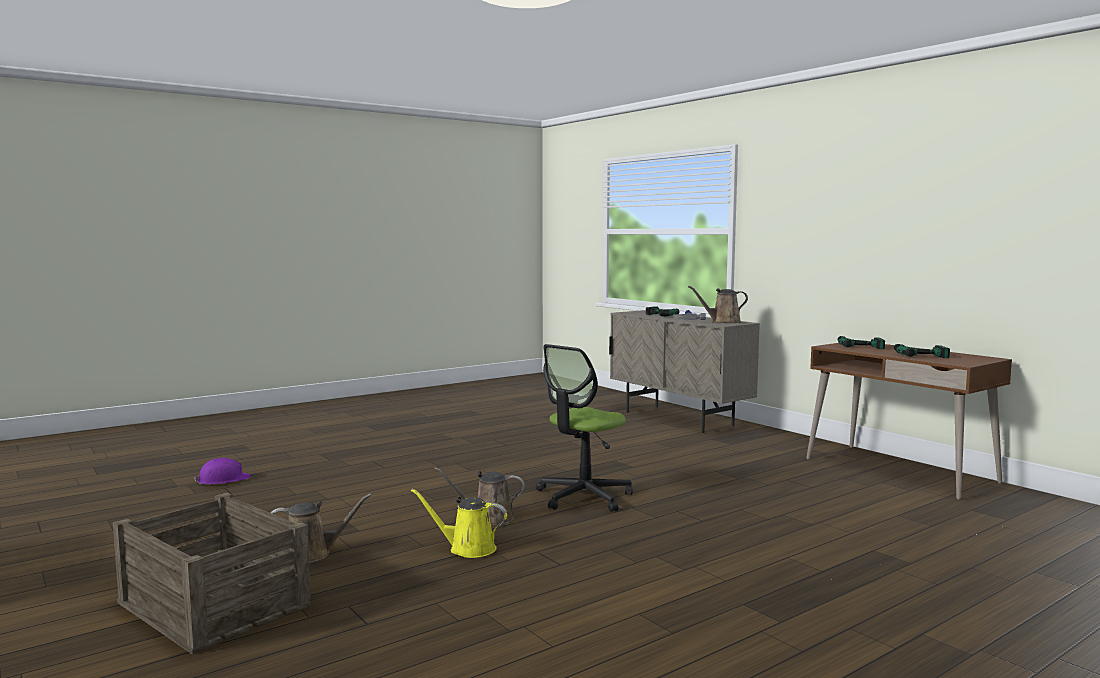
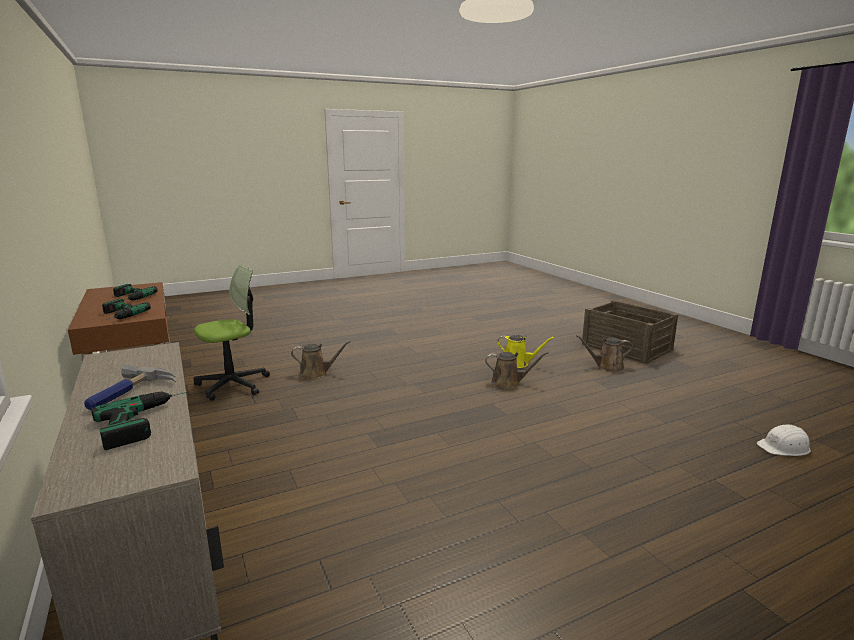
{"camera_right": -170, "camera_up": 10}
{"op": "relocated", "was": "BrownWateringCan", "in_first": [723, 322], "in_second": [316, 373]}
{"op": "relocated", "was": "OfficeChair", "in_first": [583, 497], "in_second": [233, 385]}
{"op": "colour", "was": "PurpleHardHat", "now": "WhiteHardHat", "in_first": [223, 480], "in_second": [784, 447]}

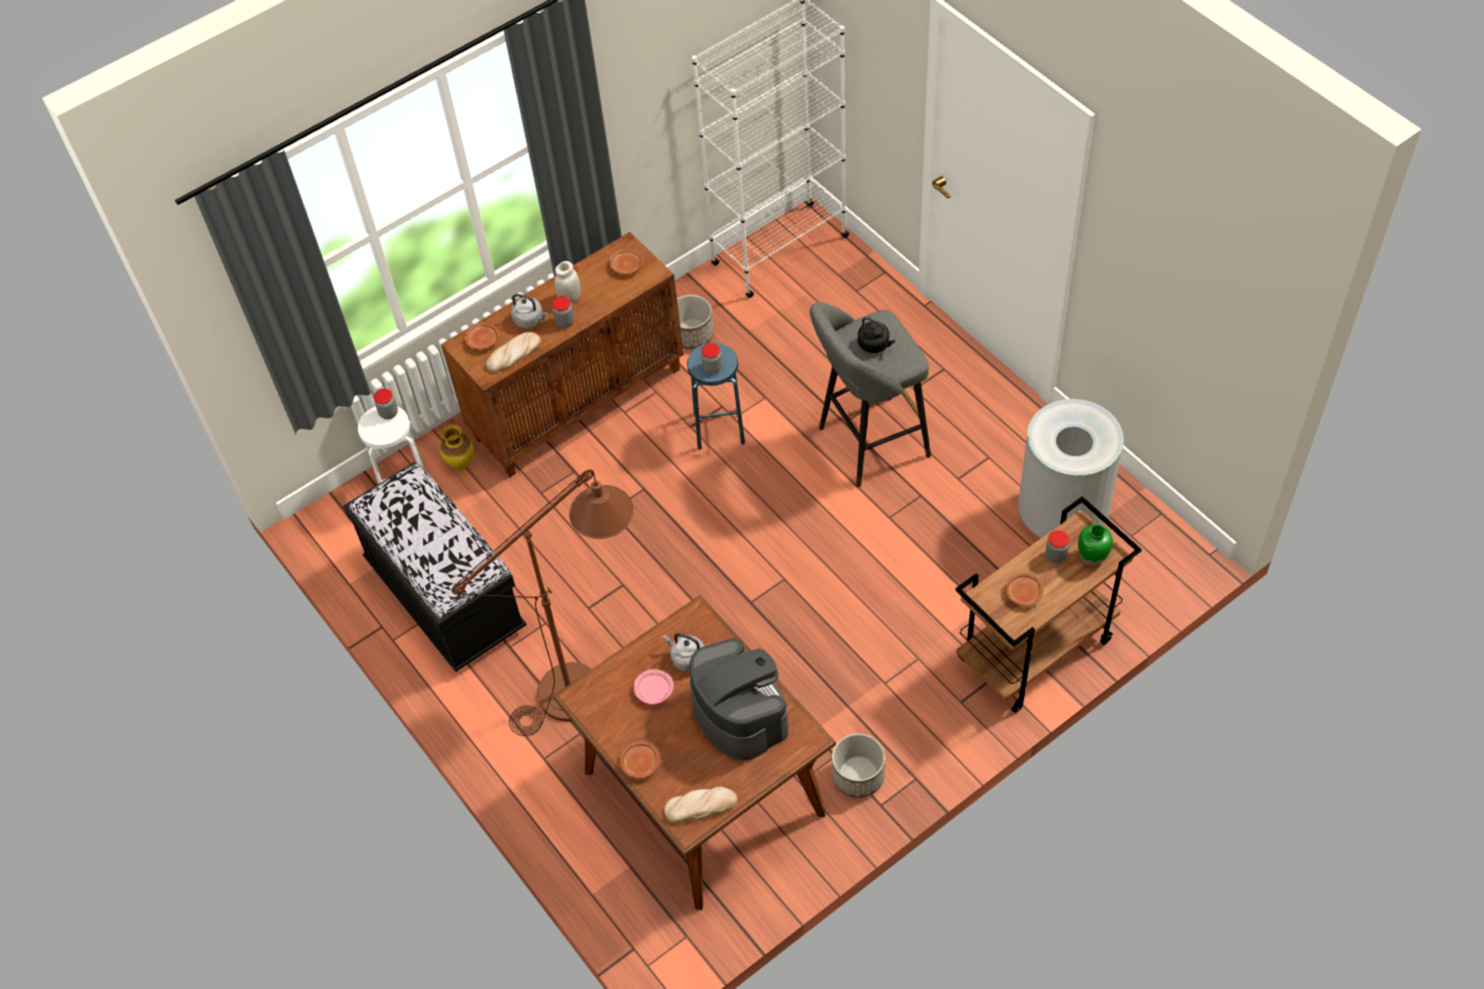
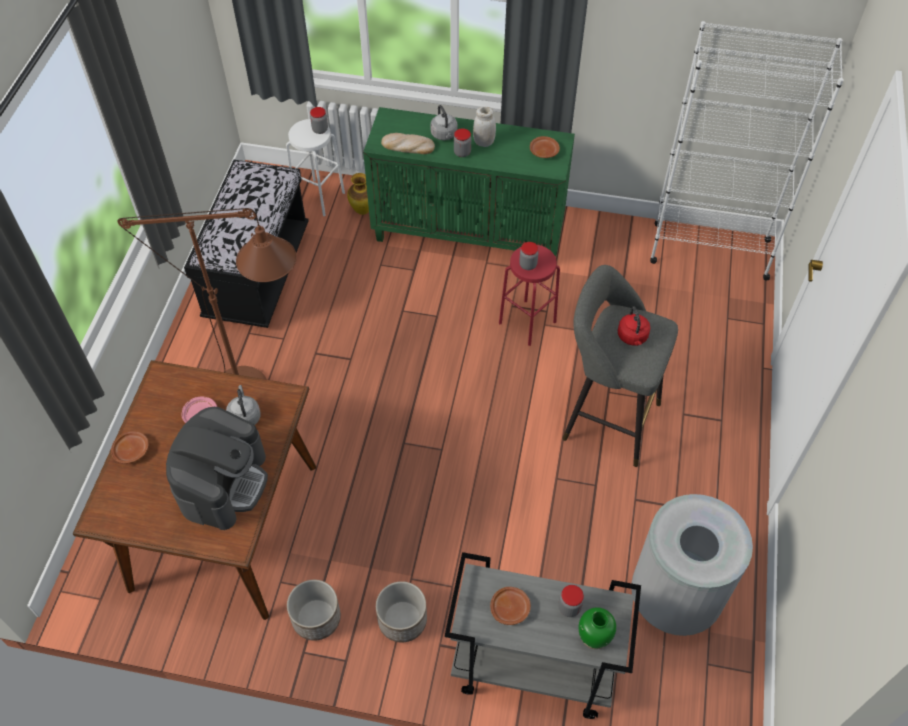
{"camera_right": 45, "camera_up": 0}
{"op": "colour", "was": "BrownCabinet", "now": "GreenCabinet", "in_first": [578, 402], "in_second": [469, 233]}
{"op": "relocated", "was": "Planter", "in_first": [691, 335], "in_second": [402, 620]}
{"op": "colour", "was": "BlackKettle", "now": "RedKettle", "in_first": [875, 345], "in_second": [632, 337]}
{"op": "missing", "was": "BrownPlate", "in_first": [483, 340]}
{"op": "colour", "was": "BlueStool", "now": "RedStool", "in_first": [719, 428], "in_second": [527, 322]}
{"op": "colour", "was": "BrownCart", "now": "GreyCart", "in_first": [1035, 652], "in_second": [531, 668]}
{"op": "missing", "was": "Bread", "in_first": [701, 806]}

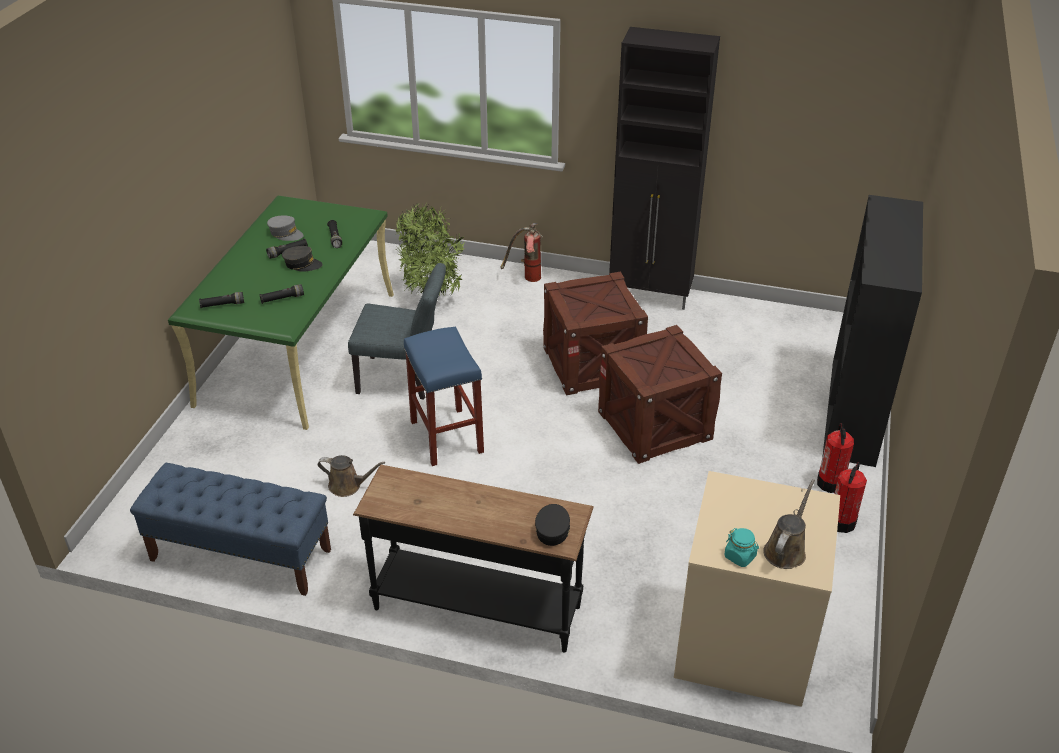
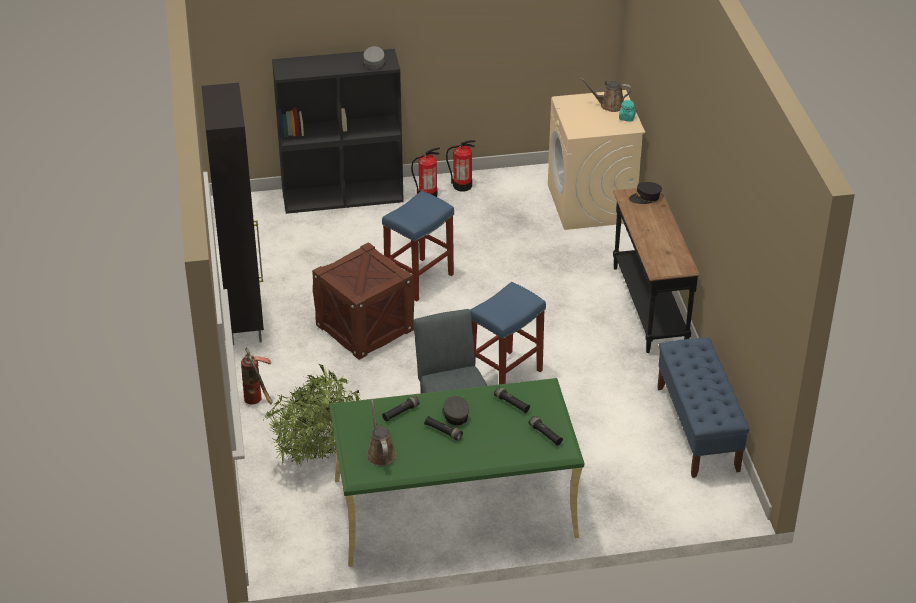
{"camera_right": -115, "camera_up": 0}
{"op": "relocated", "was": "GreyCap", "in_first": [286, 233], "in_second": [374, 62]}
{"op": "exchanged", "was": "Crate", "now": "BlueStool", "in_first": [654, 425], "in_second": [419, 278]}
{"op": "relocated", "was": "BrownWateringCan", "in_first": [348, 486], "in_second": [380, 453]}

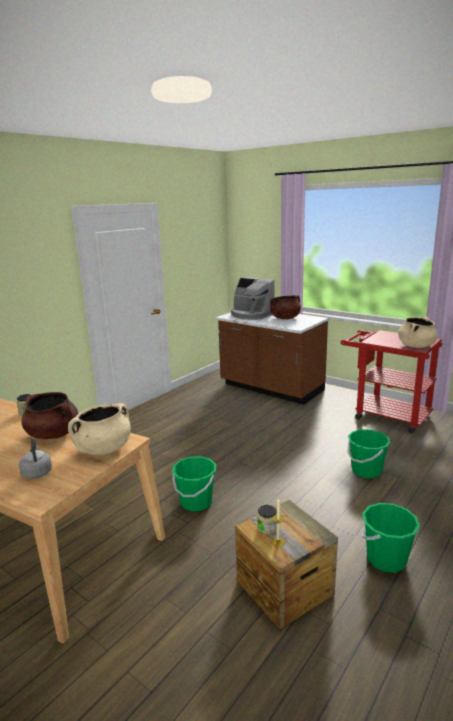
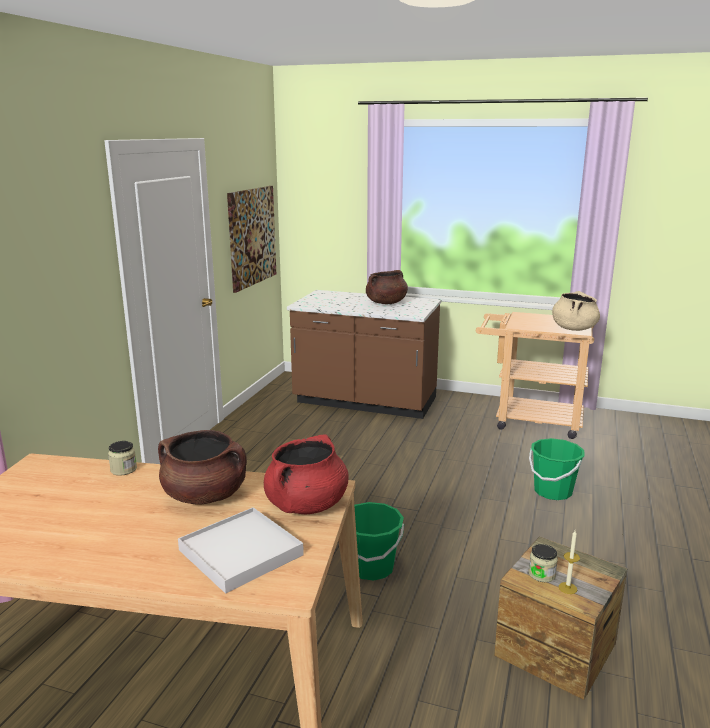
{"camera_right": -20, "camera_up": 0}
{"op": "missing", "was": "CoffeeMachine", "in_first": [251, 315]}
{"op": "colour", "was": "RedCart", "now": "BeigeCart", "in_first": [385, 415], "in_second": [529, 420]}
{"op": "colour", "was": "BeigeCookingPot", "now": "RedCookingPot", "in_first": [103, 449], "in_second": [306, 505]}
{"op": "exchanged", "was": "GreyKettle", "now": "WhiteTray", "in_first": [37, 472], "in_second": [240, 552]}
{"op": "missing", "was": "GreenBucket", "in_first": [386, 559]}
{"op": "appeared", "now": "Picture", "in_second": [252, 237]}

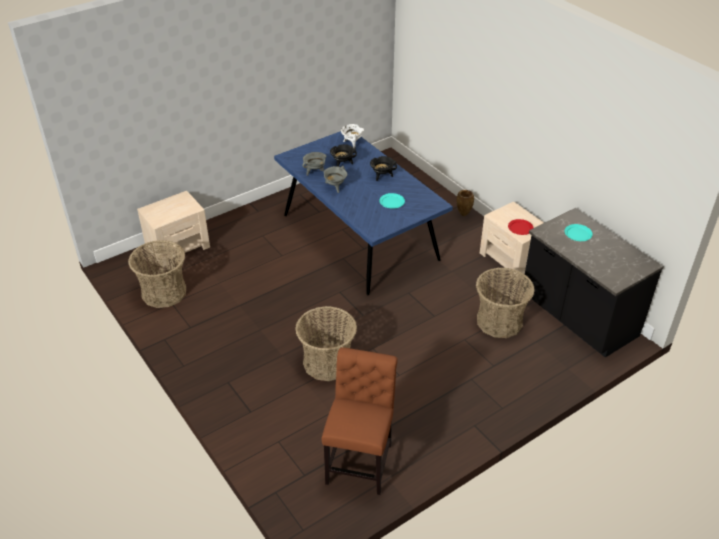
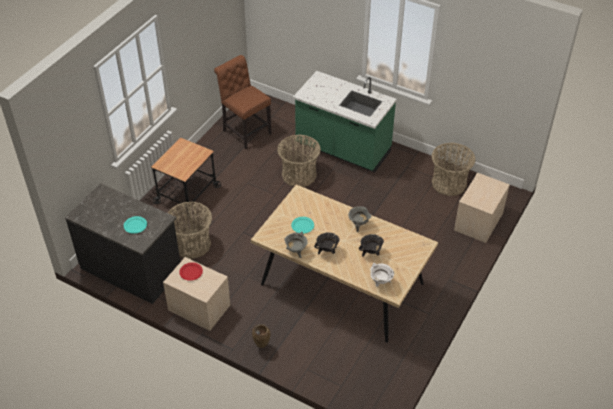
{"camera_right": 155, "camera_up": 5}
{"op": "colour", "was": "BlueDiningTable", "now": "BeigeDiningTable", "in_first": [359, 236], "in_second": [343, 284]}
{"op": "relocated", "was": "GreyCookingPot", "in_first": [315, 171], "in_second": [296, 251]}
{"op": "spun", "was": "BrownChair", "in_first": [360, 460], "in_second": [245, 131], "clockwise": 150}
{"op": "appeared", "now": "GreenCounter", "in_second": [342, 149]}
{"op": "appeared", "now": "Cart", "in_second": [187, 195]}

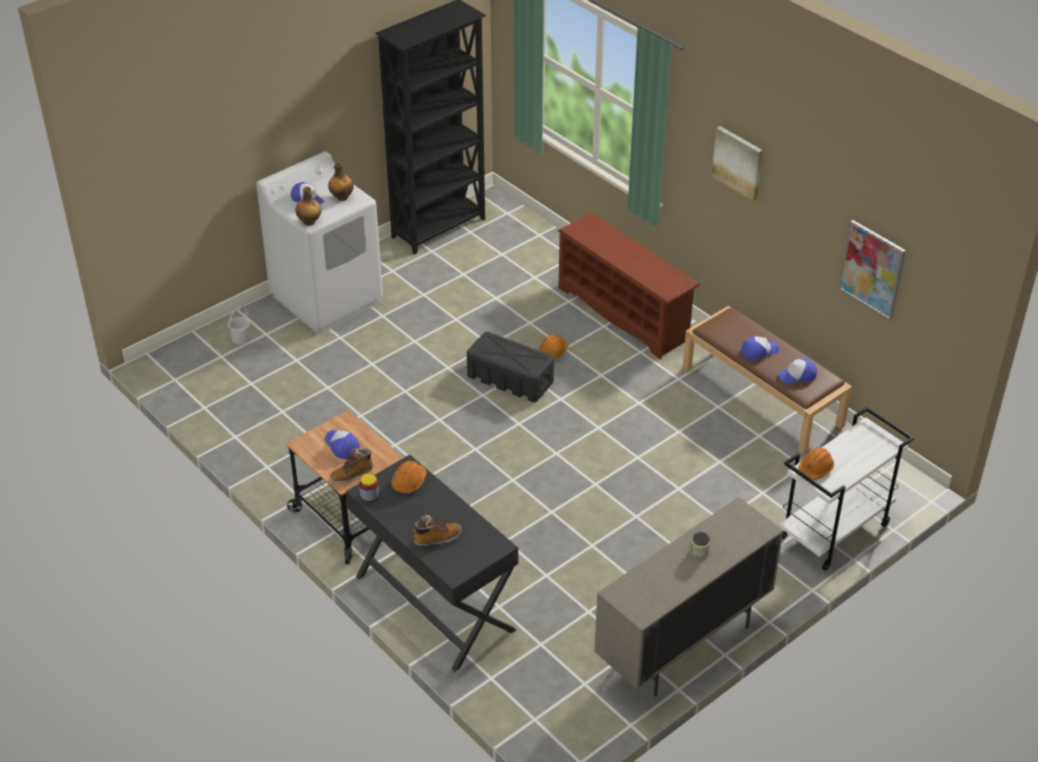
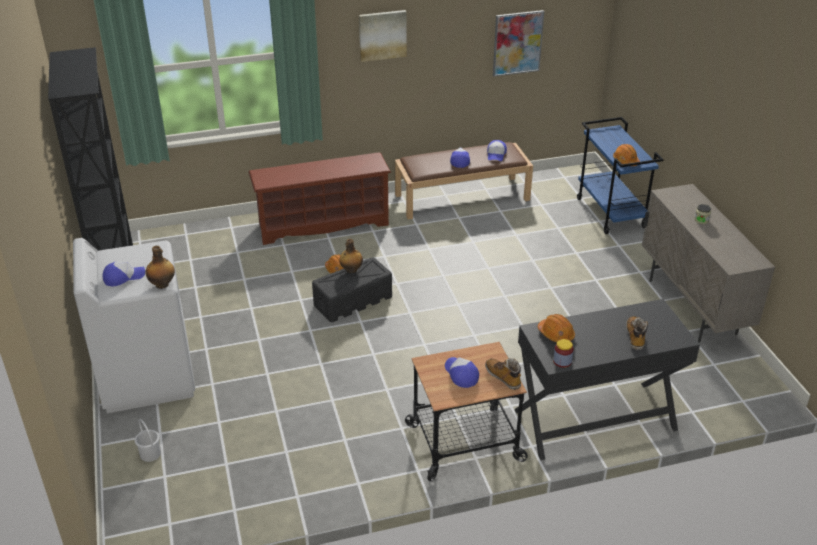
{"camera_right": -65, "camera_up": -5}
{"op": "relocated", "was": "Bottle", "in_first": [342, 197], "in_second": [351, 270]}
{"op": "colour", "was": "WhiteCart", "now": "BlueCart", "in_first": [834, 532], "in_second": [611, 213]}
{"op": "spun", "was": "Cap", "in_first": [342, 446], "in_second": [461, 374], "clockwise": 75}
{"op": "spun", "was": "Boot", "in_first": [352, 474], "in_second": [503, 377], "clockwise": 150}

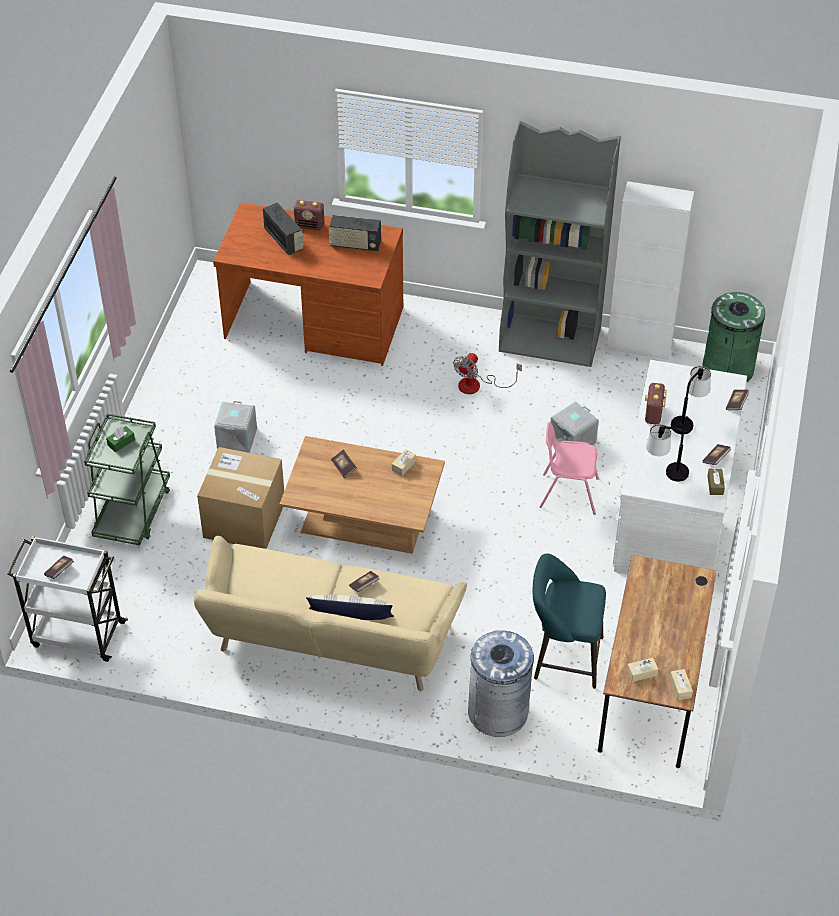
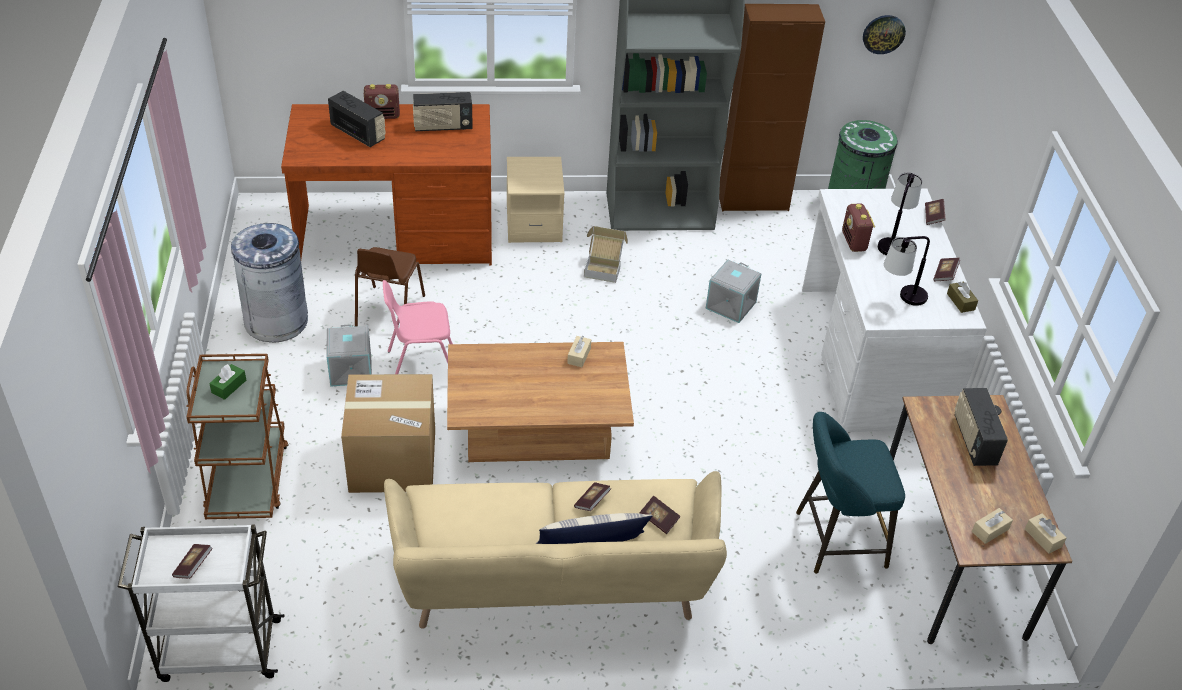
{"camera_right": -20, "camera_up": -5}
{"op": "colour", "was": "WhiteCabinet", "now": "BrownCabinet", "in_first": [639, 345], "in_second": [753, 202]}
{"op": "exchanged", "was": "Fan", "now": "CardboardBox", "in_first": [477, 385], "in_second": [603, 267]}
{"op": "colour", "was": "GreenCart", "now": "BrownCart", "in_first": [133, 512], "in_second": [248, 480]}
{"op": "relocated", "was": "PinkChair", "in_first": [568, 493], "in_second": [421, 366]}
{"op": "relocated", "was": "Book", "in_first": [343, 467], "in_second": [659, 519]}
{"op": "relocated", "was": "GreyTrashCan", "in_first": [498, 711], "in_second": [277, 321]}
{"op": "appeared", "now": "WallClock", "in_second": [883, 34]}
{"op": "appeared", "now": "BeigeNightstand", "in_second": [534, 224]}
{"op": "appeared", "now": "BrownChair", "in_second": [388, 311]}
{"op": "appeared", "now": "Radio", "in_second": [973, 440]}

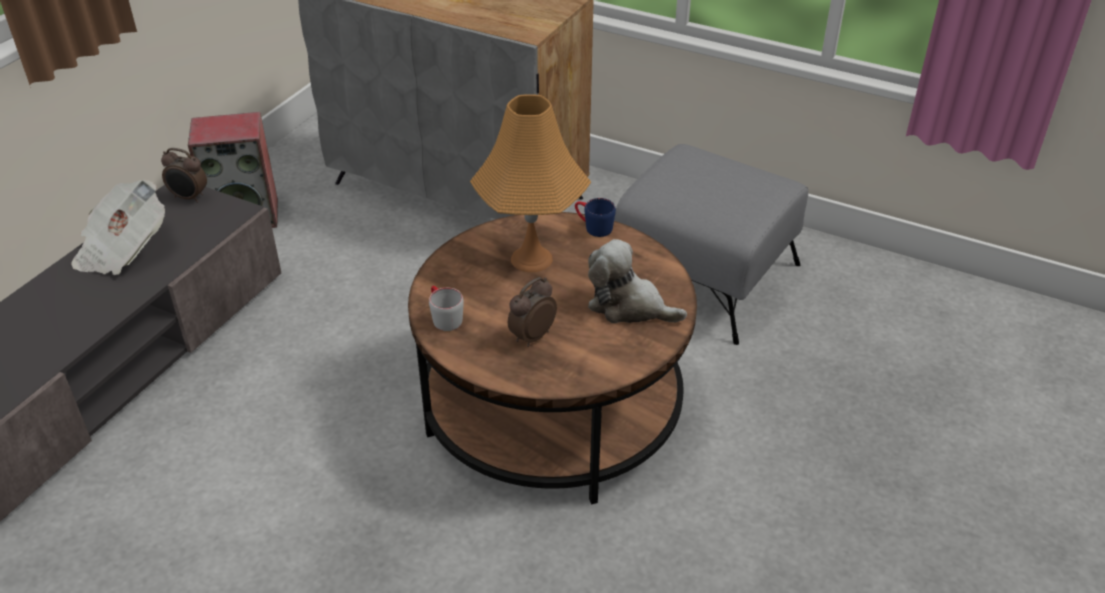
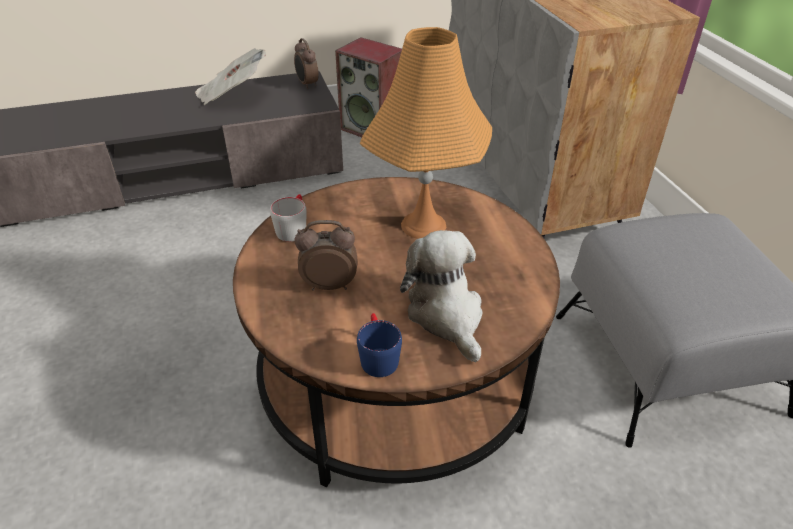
{"camera_right": 45, "camera_up": 0}
{"op": "relocated", "was": "BlueMug", "in_first": [593, 227], "in_second": [377, 355]}

